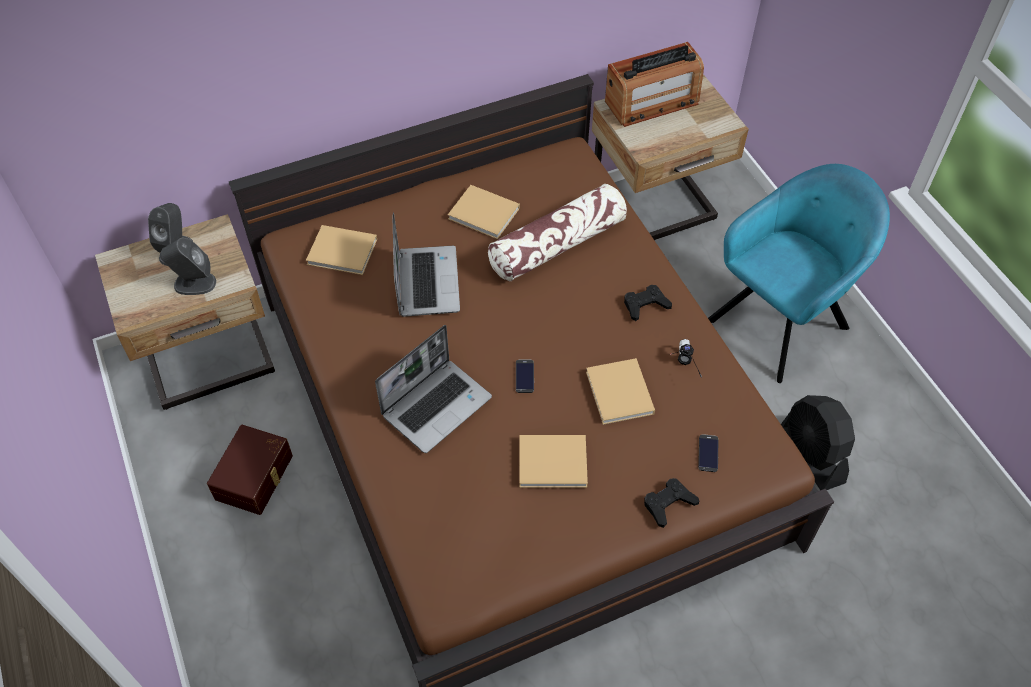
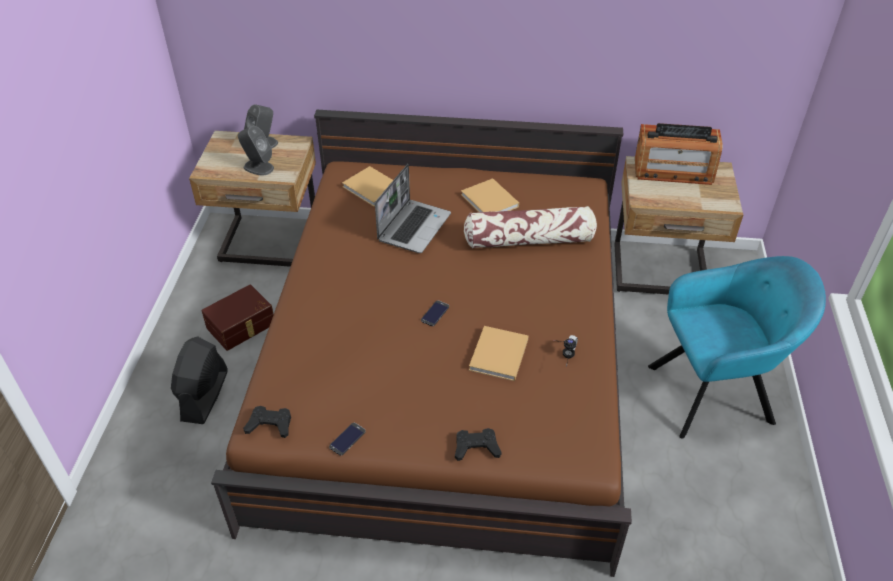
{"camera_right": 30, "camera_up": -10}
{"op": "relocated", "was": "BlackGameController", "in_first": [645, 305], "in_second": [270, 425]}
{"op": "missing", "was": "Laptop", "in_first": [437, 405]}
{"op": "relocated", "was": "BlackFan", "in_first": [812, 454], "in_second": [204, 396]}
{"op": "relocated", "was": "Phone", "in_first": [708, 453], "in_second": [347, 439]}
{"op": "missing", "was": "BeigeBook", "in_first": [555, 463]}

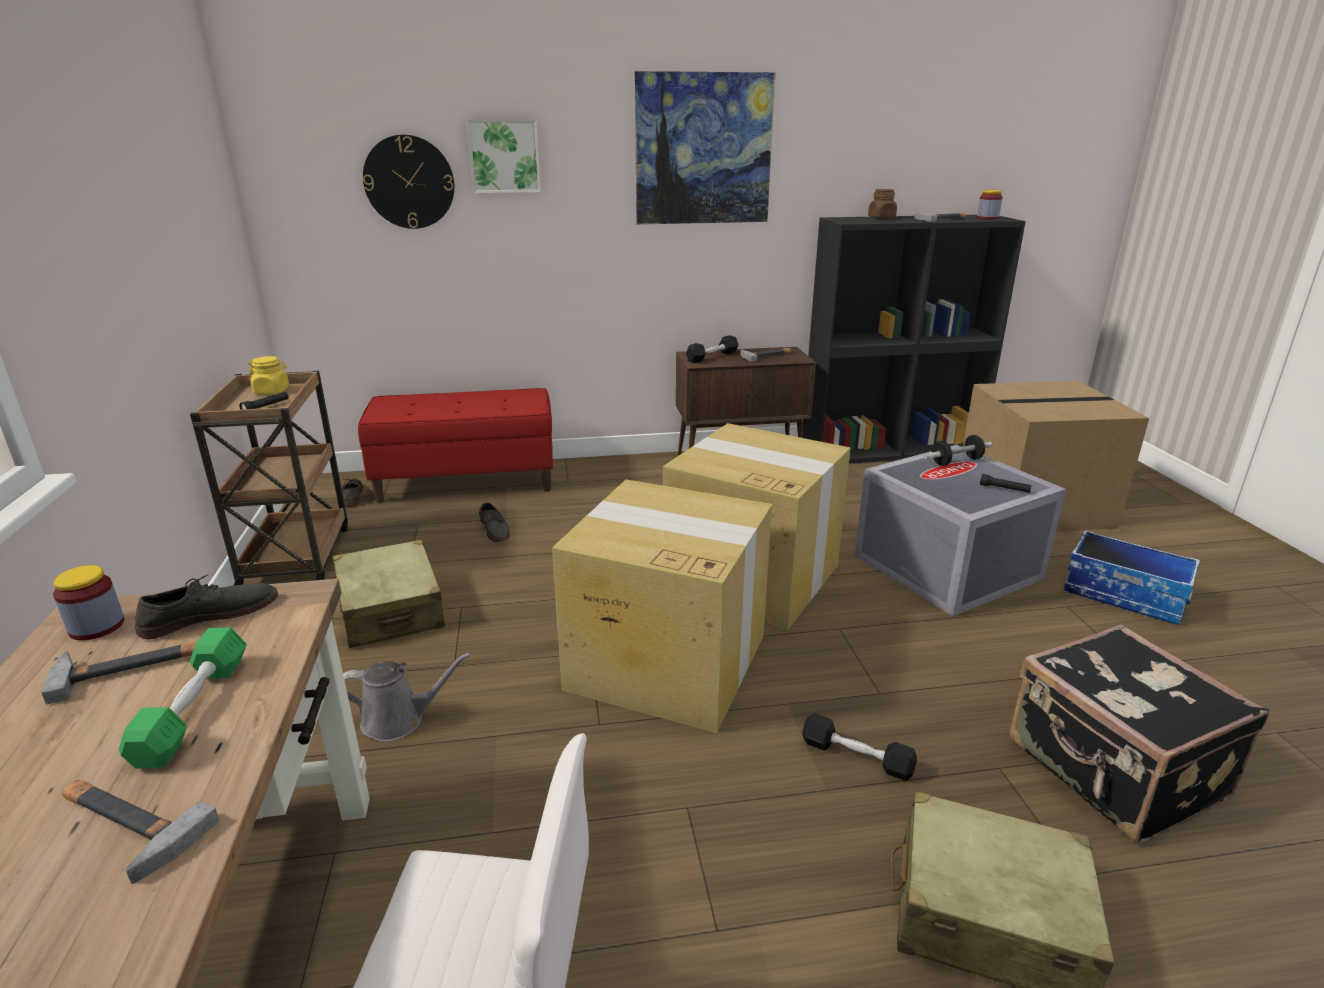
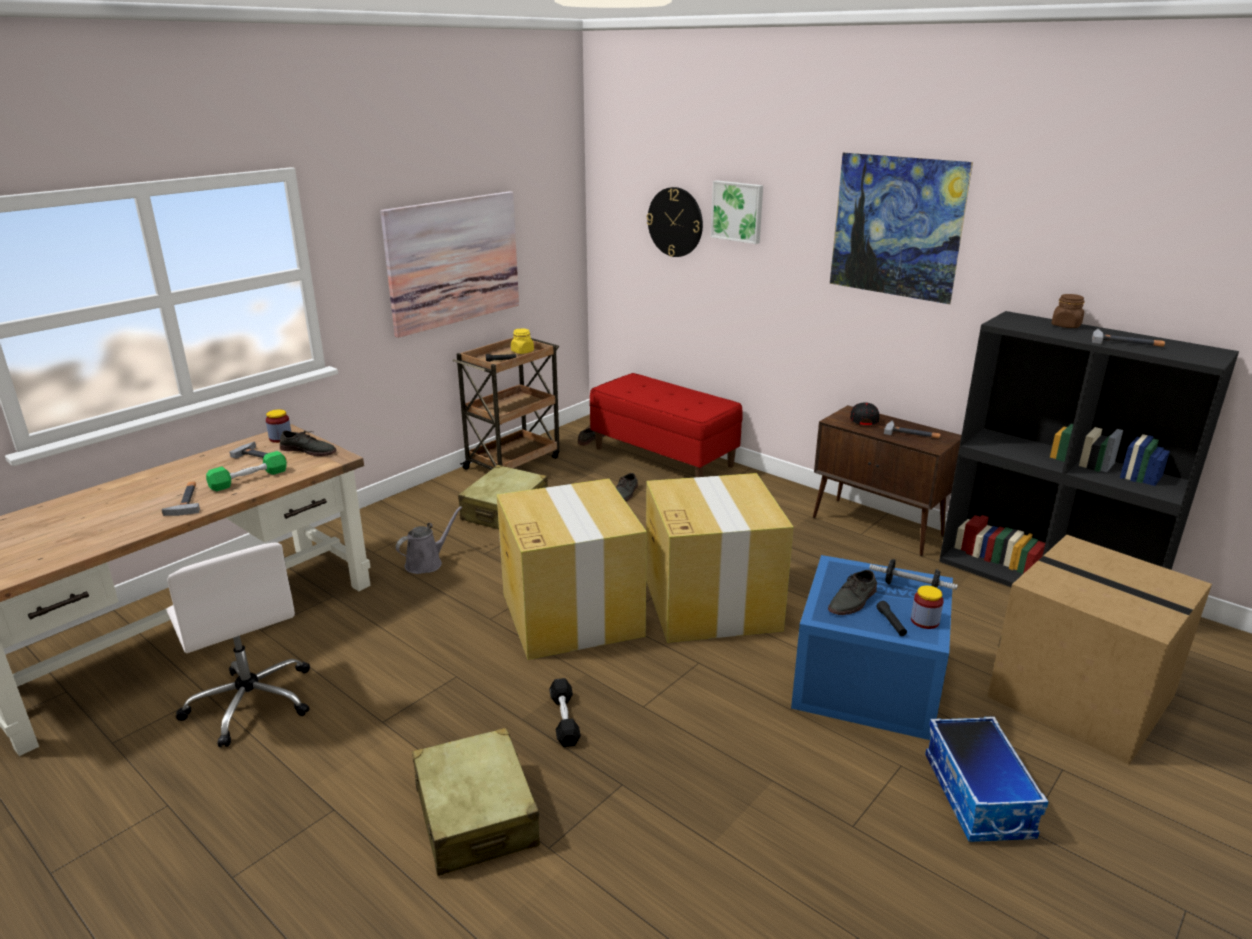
{"camera_right": 50, "camera_up": 0}
{"op": "relocated", "was": "Jar", "in_first": [987, 218], "in_second": [924, 621]}
{"op": "exchanged", "was": "BlackDumbbell", "now": "BlackCap", "in_first": [712, 357], "in_second": [863, 419]}
{"op": "colour", "was": "GreyStorageBox", "now": "BlueStorageBox", "in_first": [947, 568], "in_second": [865, 683]}
{"op": "missing", "was": "BlackSuitcase", "in_first": [1112, 771]}
{"op": "spun", "was": "GreyWateringCan", "in_first": [399, 720], "in_second": [427, 563], "clockwise": -90}
{"op": "appeared", "now": "Picture", "in_second": [453, 261]}
{"op": "appeared", "now": "GreyShoe", "in_second": [853, 601]}

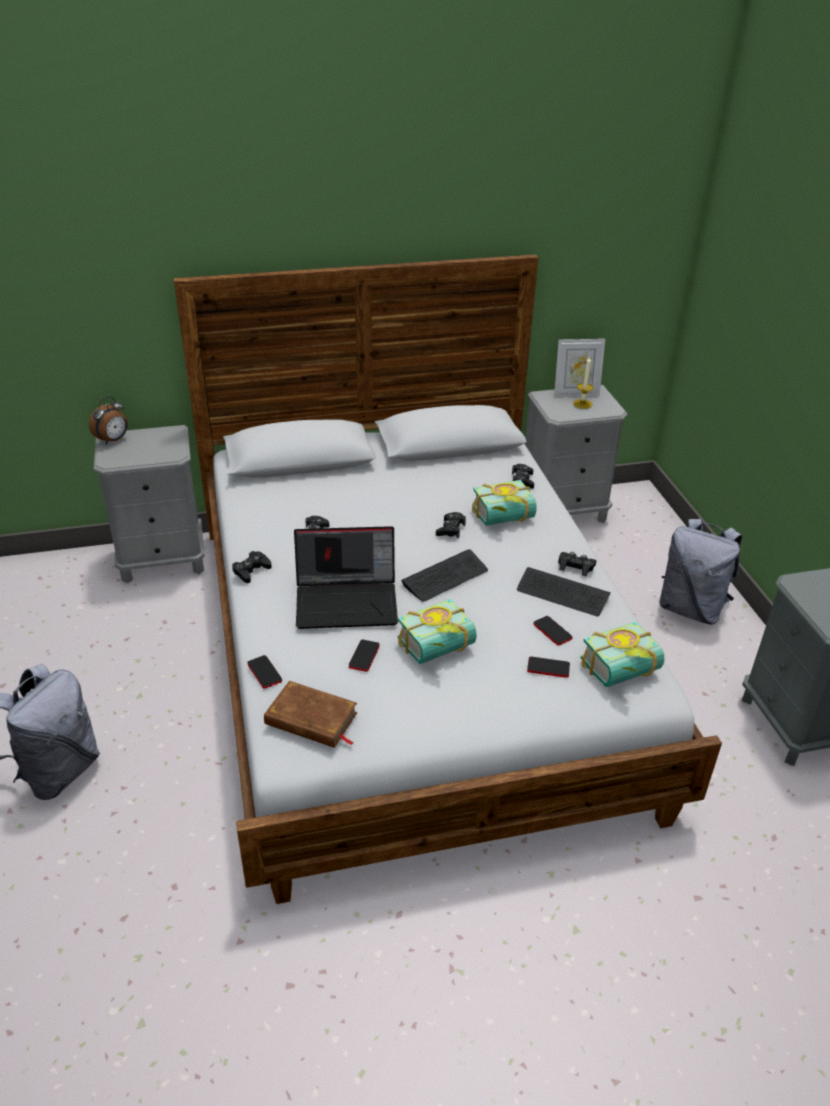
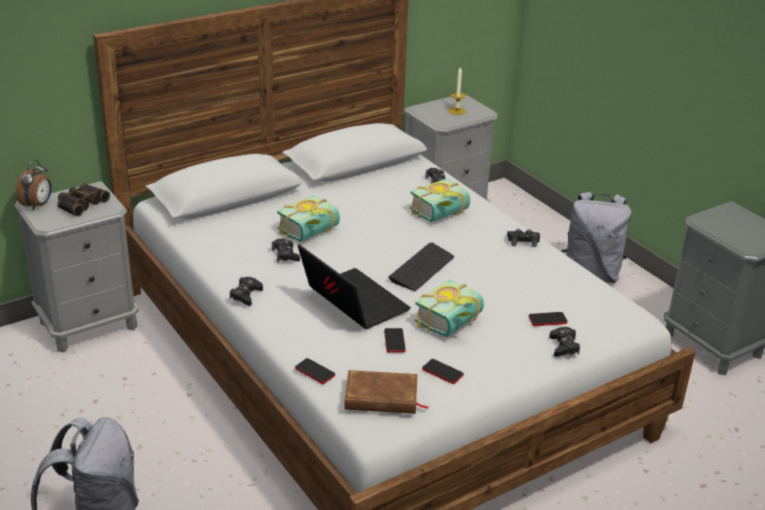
{"camera_right": -20, "camera_up": -5}
{"op": "missing", "was": "PictureFrame", "in_first": [575, 394]}
{"op": "relocated", "was": "BlackGameController", "in_first": [450, 529], "in_second": [563, 346]}
{"op": "spun", "was": "Laptop", "in_first": [348, 601], "in_second": [352, 302], "clockwise": -105}
{"op": "missing", "was": "Keyboard", "in_first": [562, 593]}
{"op": "relocated", "was": "Phone", "in_first": [552, 631], "in_second": [442, 372]}
{"op": "relocated", "was": "Book", "in_first": [624, 673], "in_second": [312, 233]}
{"op": "appeared", "now": "Binoculars", "in_second": [81, 204]}

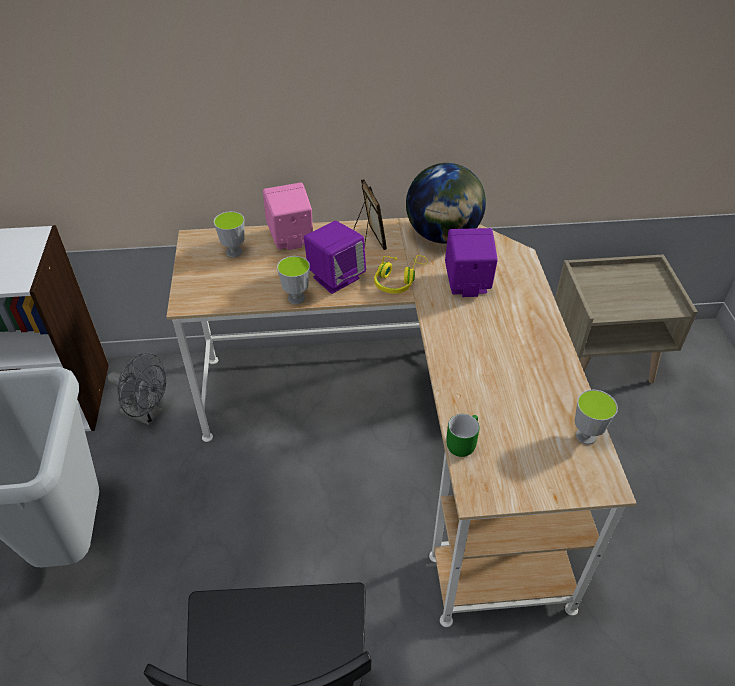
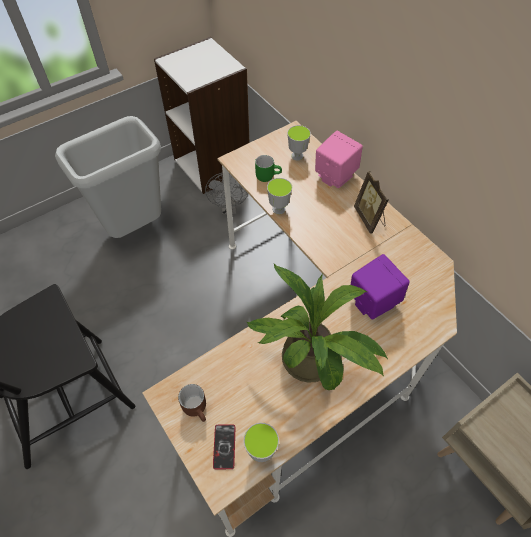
{"camera_right": 60, "camera_up": 10}
{"op": "missing", "was": "Globe", "in_first": [443, 235]}
{"op": "spun", "was": "PictureFrame", "in_first": [368, 240], "in_second": [370, 219], "clockwise": 120}
{"op": "missing", "was": "PurpleSpeaker", "in_first": [336, 277]}
{"op": "missing", "was": "YellowHeadphones", "in_first": [398, 280]}
{"op": "relocated", "was": "GreenMug", "in_first": [461, 442], "in_second": [267, 175]}
{"op": "appeared", "now": "PottedPlant", "in_second": [312, 365]}
{"op": "appeared", "now": "BrownMug", "in_second": [198, 408]}
{"op": "appeared", "now": "Phone", "in_second": [224, 446]}

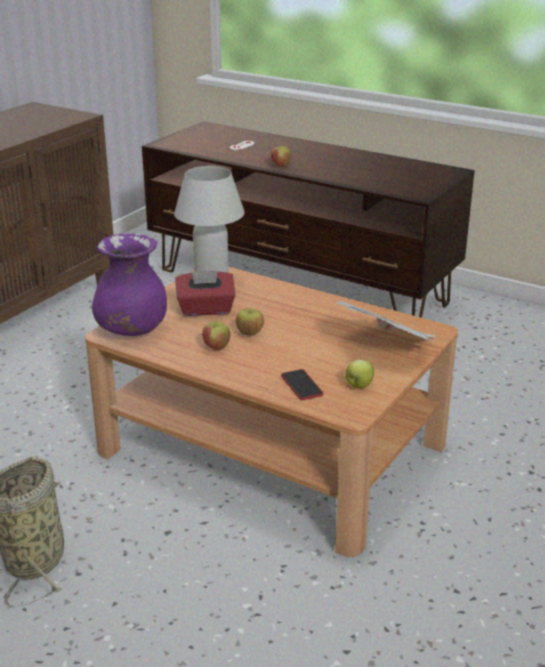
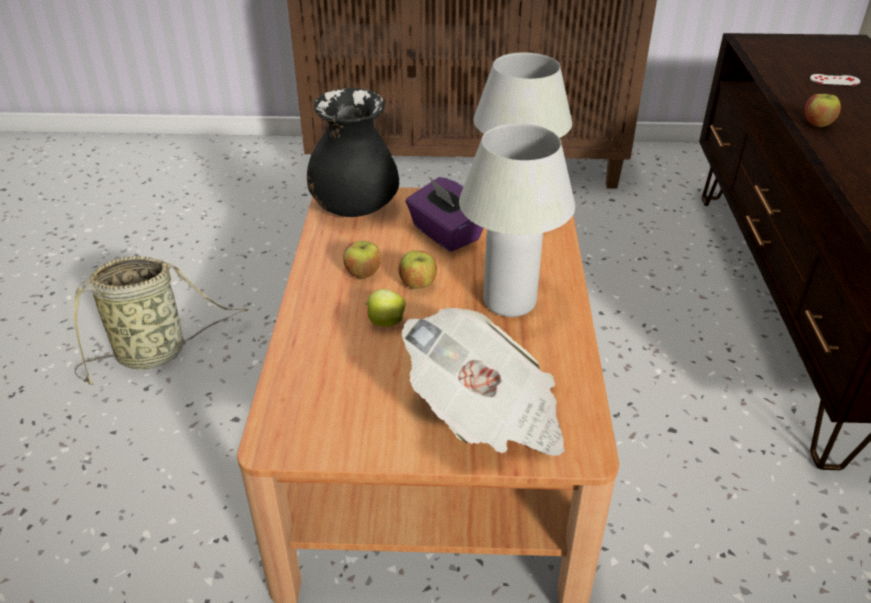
{"camera_right": 60, "camera_up": 10}
{"op": "colour", "was": "PurpleVase", "now": "BlackVase", "in_first": [132, 330], "in_second": [354, 207]}
{"op": "colour", "was": "RedTissueBox", "now": "PurpleTissueBox", "in_first": [206, 310], "in_second": [445, 233]}
{"op": "relocated", "was": "Apple", "in_first": [358, 386], "in_second": [385, 322]}
{"op": "missing", "was": "Phone", "in_first": [301, 385]}
{"op": "appeared", "now": "WhiteTableLamp", "in_second": [509, 302]}

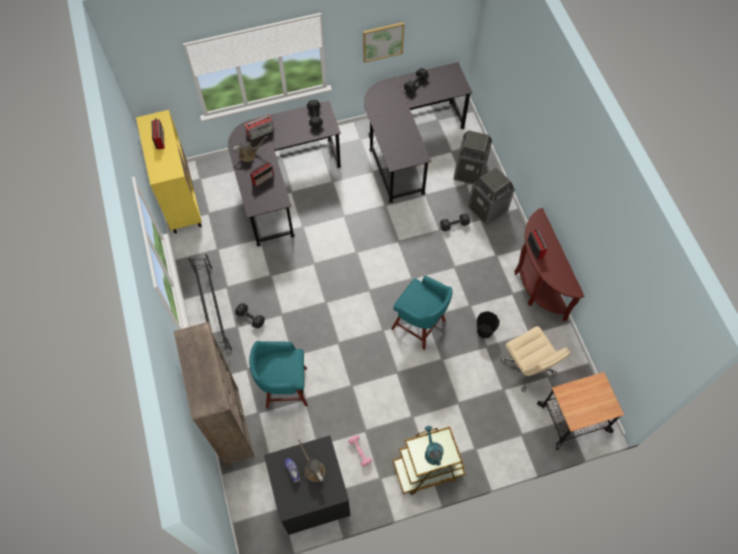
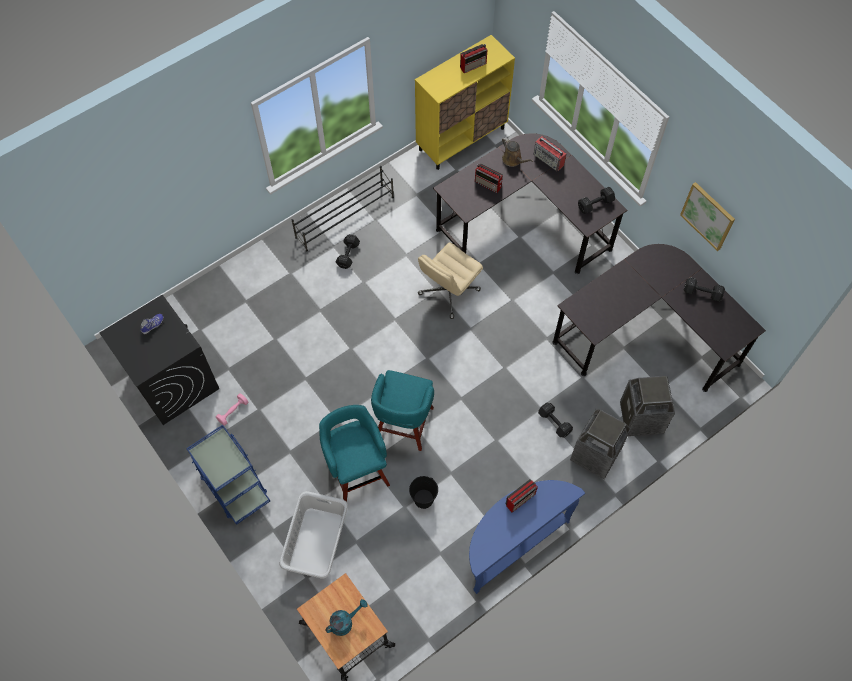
{"camera_right": 70, "camera_up": 0}
{"op": "colour", "was": "BrownConsoleTable", "now": "BlueConsoleTable", "in_first": [536, 284], "in_second": [512, 543]}
{"op": "missing", "was": "BrownBookcase", "in_first": [231, 425]}
{"op": "relocated", "was": "BeigeOfficeChair", "in_first": [528, 367], "in_second": [448, 292]}
{"op": "relocated", "was": "TurquoiseStool", "in_first": [284, 387], "in_second": [357, 470]}
{"op": "relocated", "was": "TurquoiseWateringCan", "in_first": [432, 452], "in_second": [345, 622]}
{"op": "colour", "was": "BrownCart", "now": "BlueCart", "in_first": [427, 469], "in_second": [234, 486]}
{"op": "missing", "was": "BrownWateringCan", "in_first": [313, 469]}
{"op": "appeared", "now": "GreyLaundryBasket", "in_second": [316, 542]}

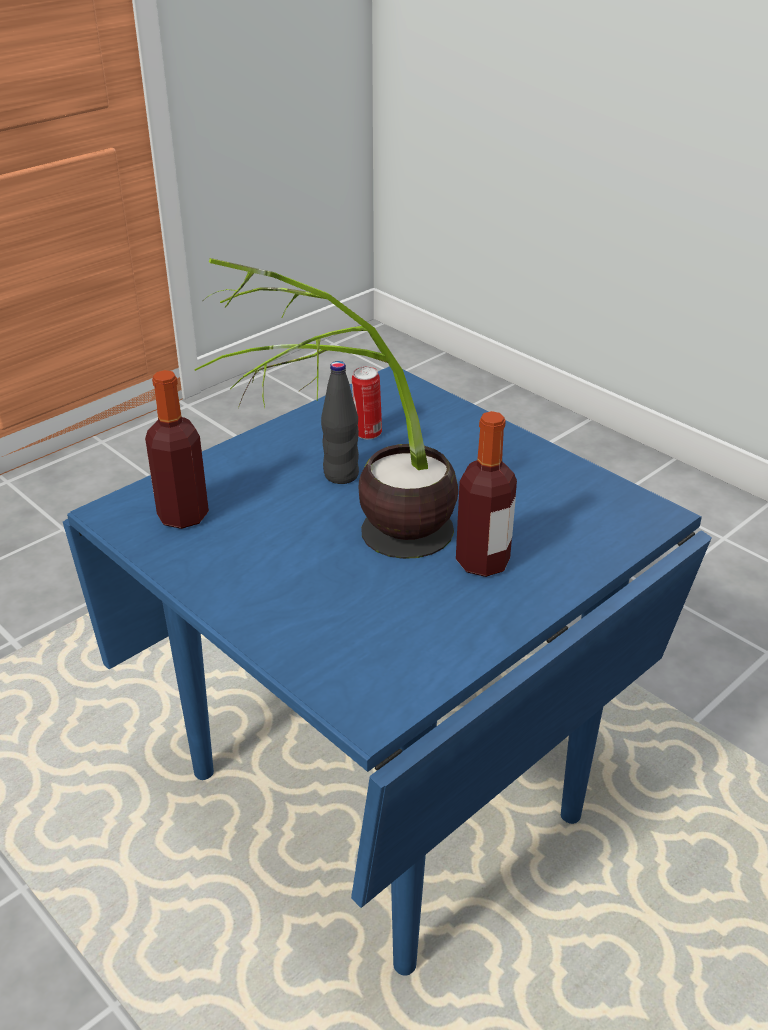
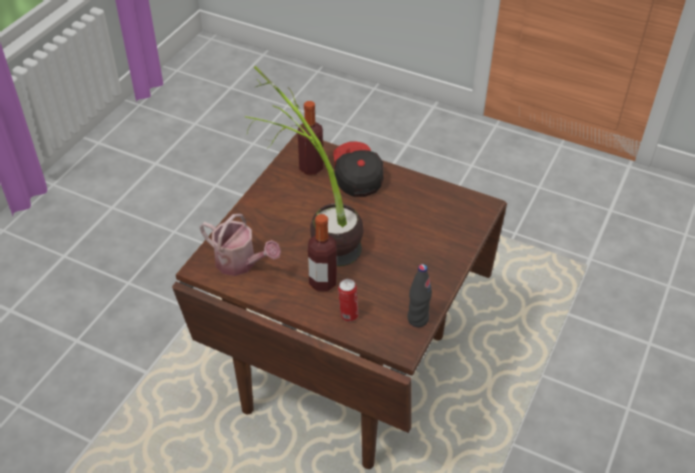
{"camera_right": 70, "camera_up": 10}
{"op": "relocated", "was": "BlackBottle", "in_first": [341, 475], "in_second": [417, 319]}
{"op": "colour", "was": "BlueDiningTable", "now": "BrownDiningTable", "in_first": [386, 793], "in_second": [347, 373]}
{"op": "relocated", "was": "Can", "in_first": [367, 434], "in_second": [348, 315]}
{"op": "appeared", "now": "Cap", "in_second": [356, 177]}
{"op": "appeared", "now": "WateringCan", "in_second": [240, 263]}

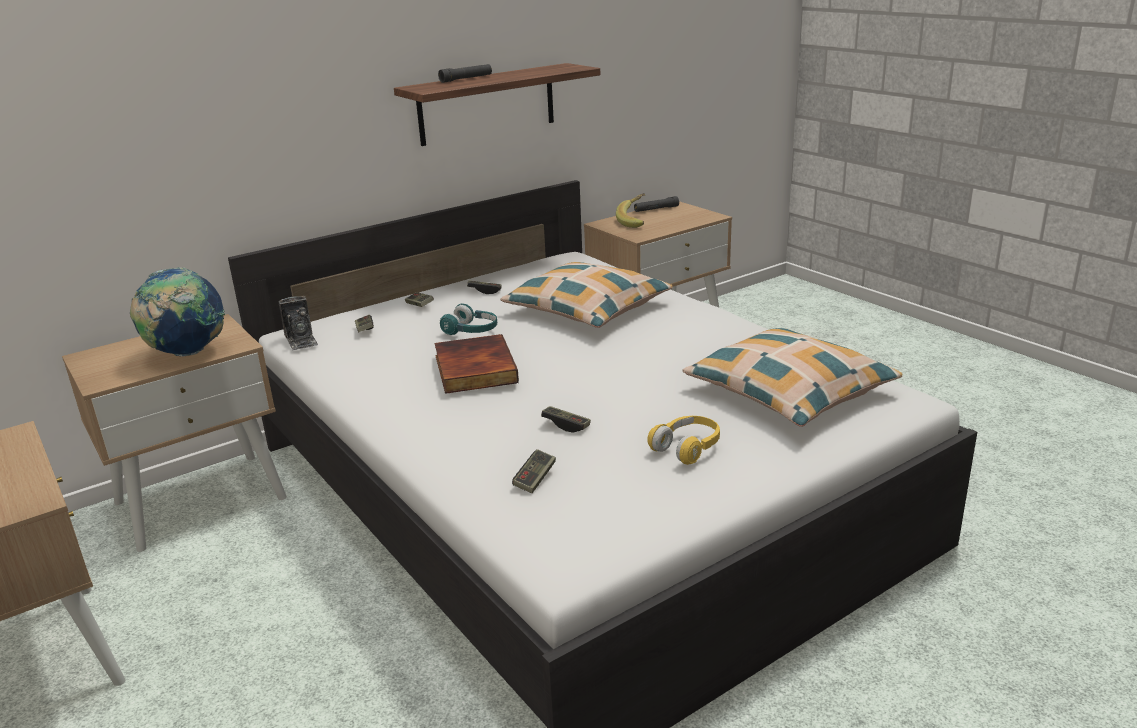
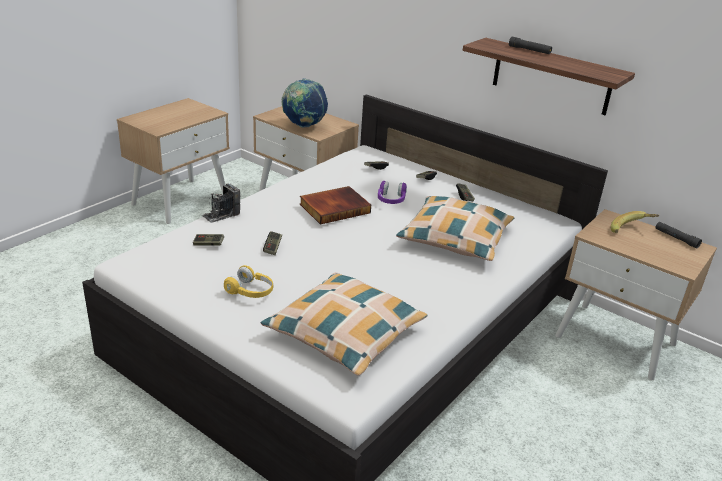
{"camera_right": 70, "camera_up": 5}
{"op": "relocated", "was": "PhotoCamera", "in_first": [301, 340], "in_second": [221, 215]}
{"op": "colour", "was": "TurquoiseHeadphones", "now": "PurpleHeadphones", "in_first": [471, 331], "in_second": [391, 200]}

